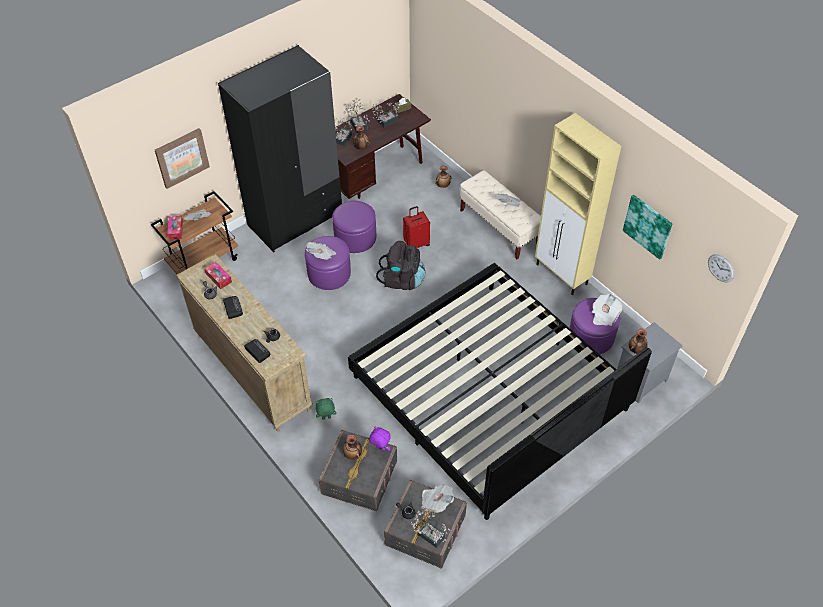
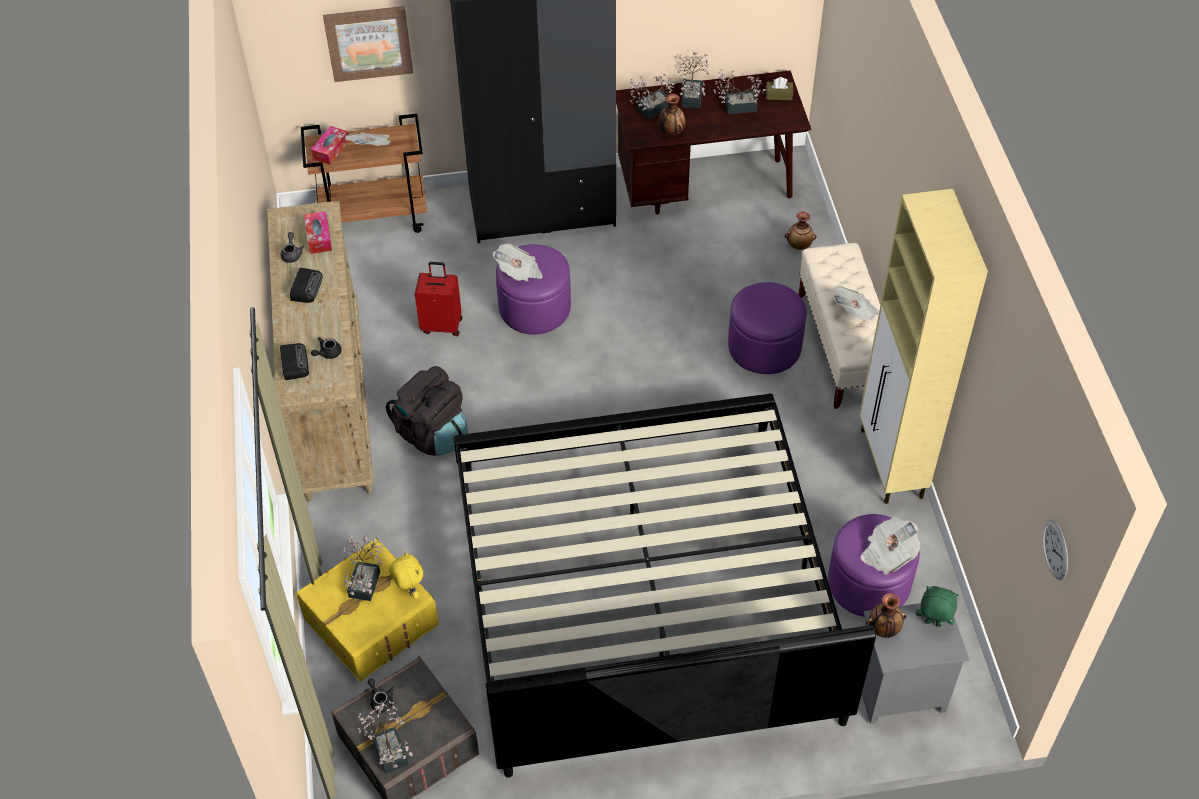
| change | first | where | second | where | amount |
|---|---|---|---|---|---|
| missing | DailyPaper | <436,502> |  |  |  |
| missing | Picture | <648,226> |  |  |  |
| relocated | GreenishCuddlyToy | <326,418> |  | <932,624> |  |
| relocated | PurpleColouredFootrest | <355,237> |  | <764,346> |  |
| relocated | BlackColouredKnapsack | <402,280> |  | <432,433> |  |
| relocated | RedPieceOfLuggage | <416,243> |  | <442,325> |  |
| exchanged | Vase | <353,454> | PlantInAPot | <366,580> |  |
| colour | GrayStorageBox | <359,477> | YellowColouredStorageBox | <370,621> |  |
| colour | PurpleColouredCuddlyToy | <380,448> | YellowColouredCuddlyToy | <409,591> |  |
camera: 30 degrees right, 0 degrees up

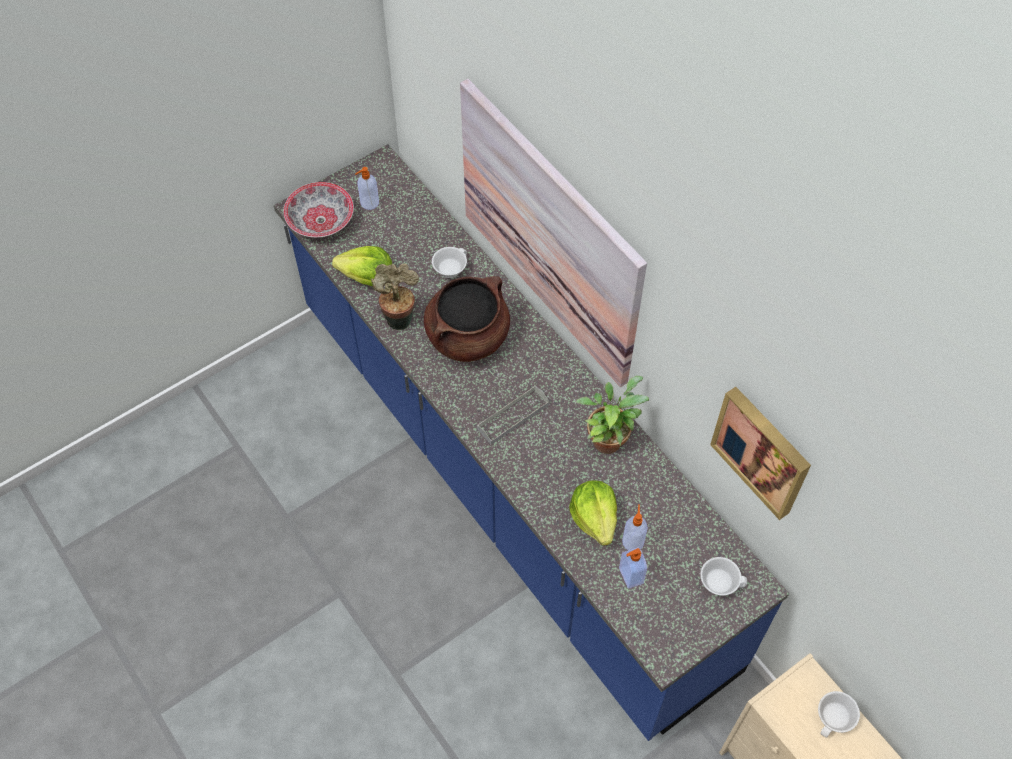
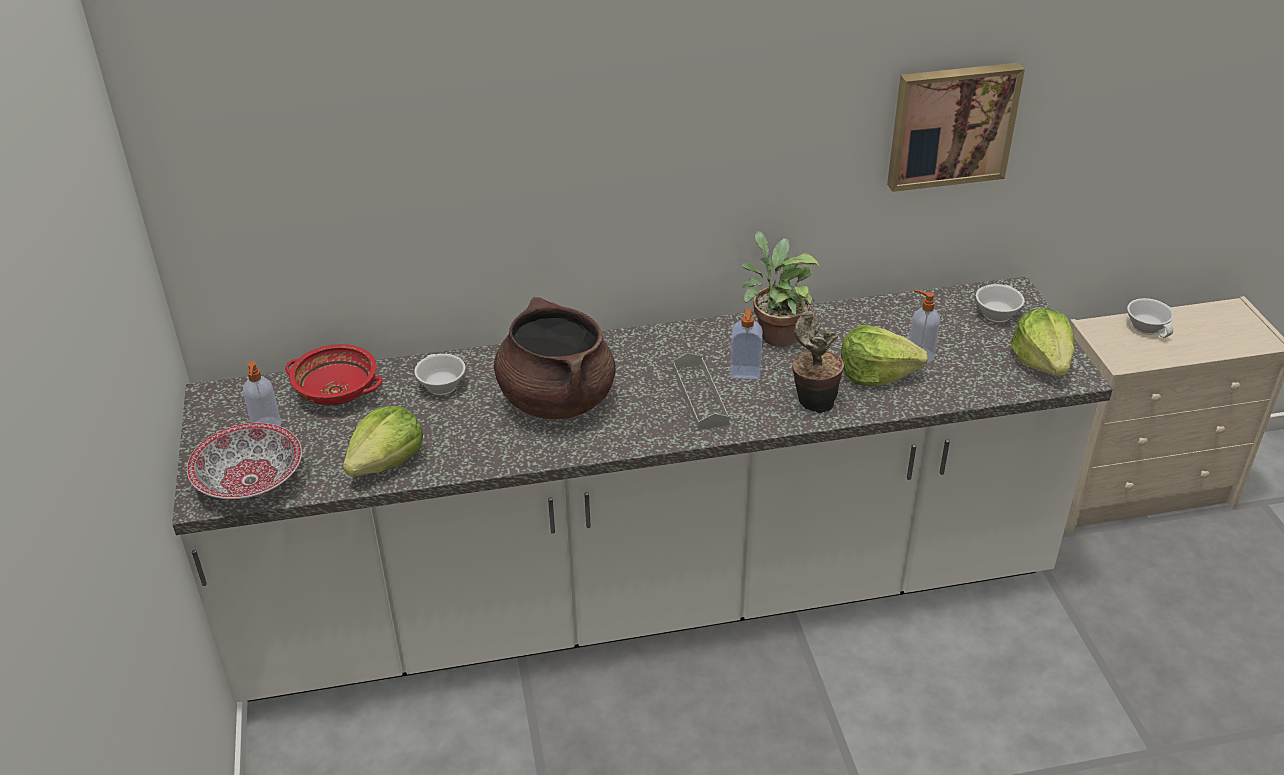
| change | first | where | second | where | amount |
|---|---|---|---|---|---|
| missing | Picture | <550,234> |  |  |  |
| appeared |  |  | RedBowl | <338,391> |  |
| appeared |  |  | LettuceHead | <1042,361> |  |
| relocated | PlantInAPot | <398,317> |  | <812,402> |  |
| relocated | SoapDispenser | <630,576> |  | <745,373> |  |
| colour | BlueKitchenBaseUnit | <506,480> | WhiteKitchenBaseUnit | <644,597> |  |
camera: 65 degrees left, 20 degrees down

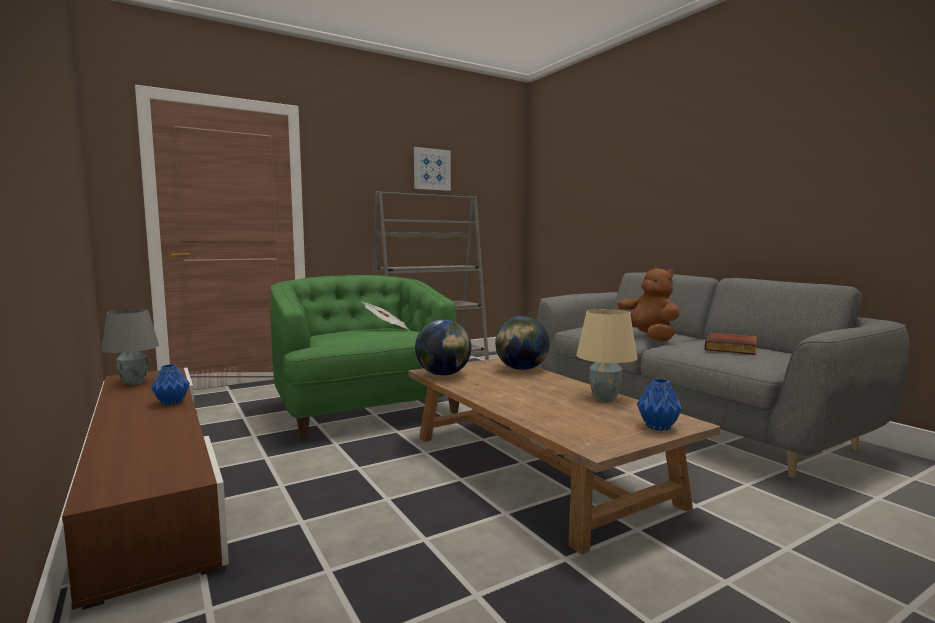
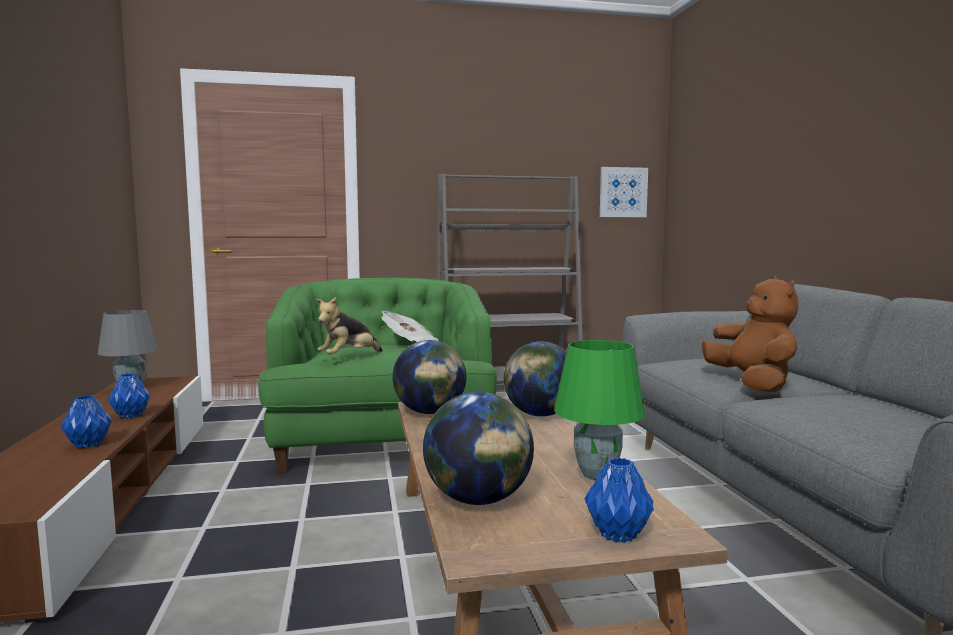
| change | first | where | second | where | amount |
|---|---|---|---|---|---|
| missing | BoundBook | <732,347> |  |  |  |
| appeared |  |  | BlueVase | <87,444> |  |
| appeared |  |  | CuddlyToy | <349,357> |  |
| appeared |  |  | Globe | <479,500> |  |
| relocated | Picture | <432,169> |  | <623,192> |  |
| colour | SandColouredLampForATable | <604,399> | GreenishLampForATable | <596,475> |  |
camera: 20 degrees right, 0 degrees up

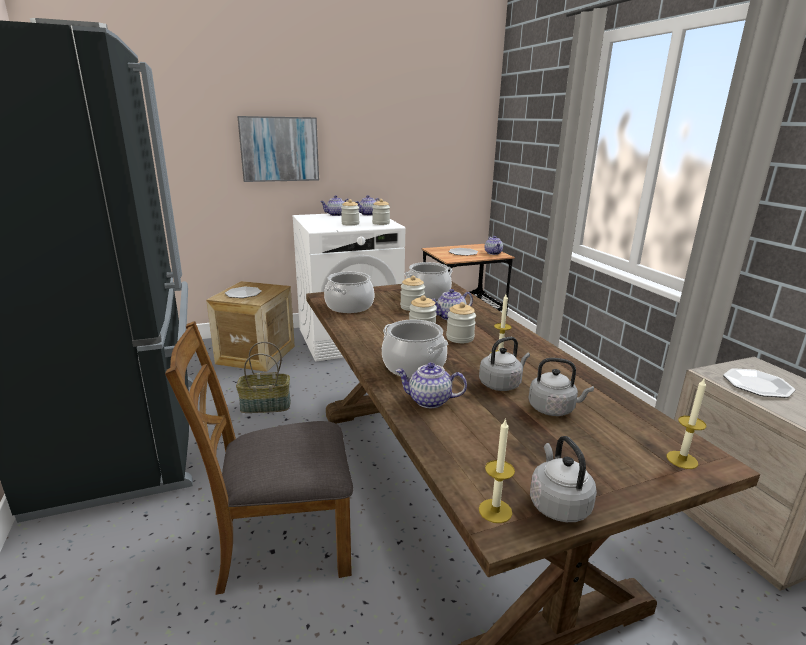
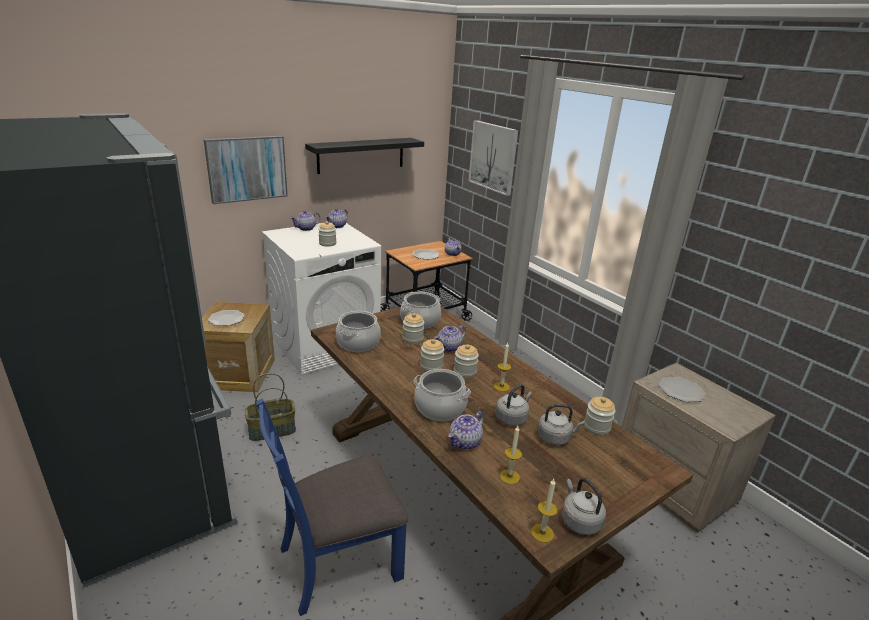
| change | first | where | second | where | amount |
|---|---|---|---|---|---|
| appeared |  |  | BlackColouredBracketShelf | <361,155> |  |
| appeared |  |  | Picture | <493,157> |  |
| relocated | StorageJar | <381,223> |  | <596,427> |  |
| relocated | WaxLight | <682,460> |  | <509,476> |  |
| colour | BrownUprightChair | <282,543> | BlueUprightChair | <338,562> |  |
| spun | Teapot | <429,401> |  | <465,442> | 45 degrees counterclockwise |
camera: 15 degrees left, 5 degrees up

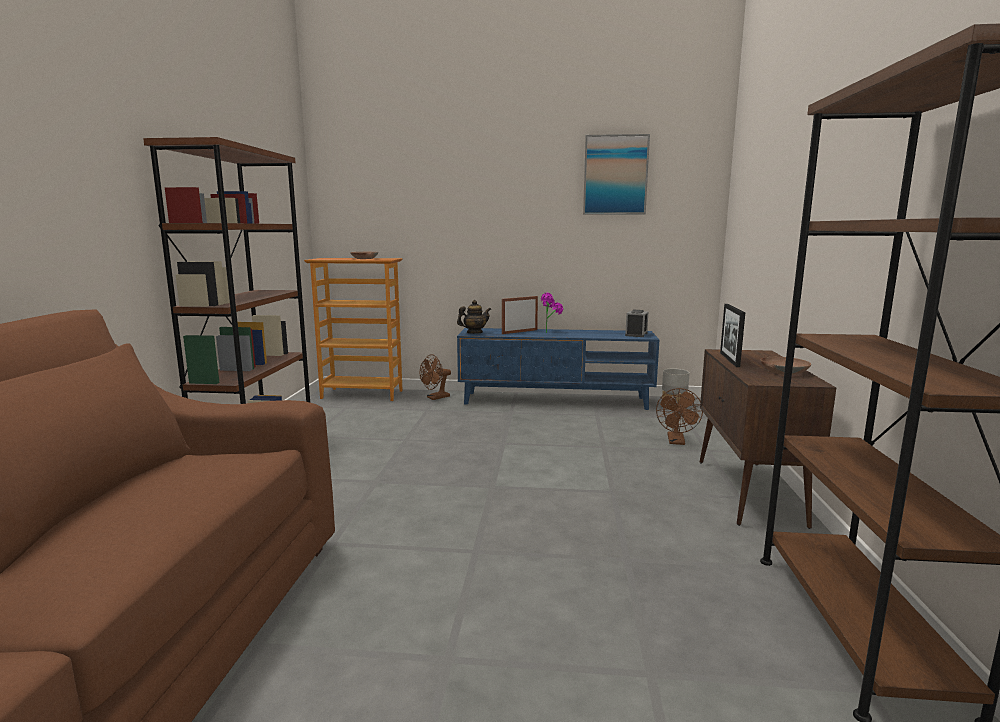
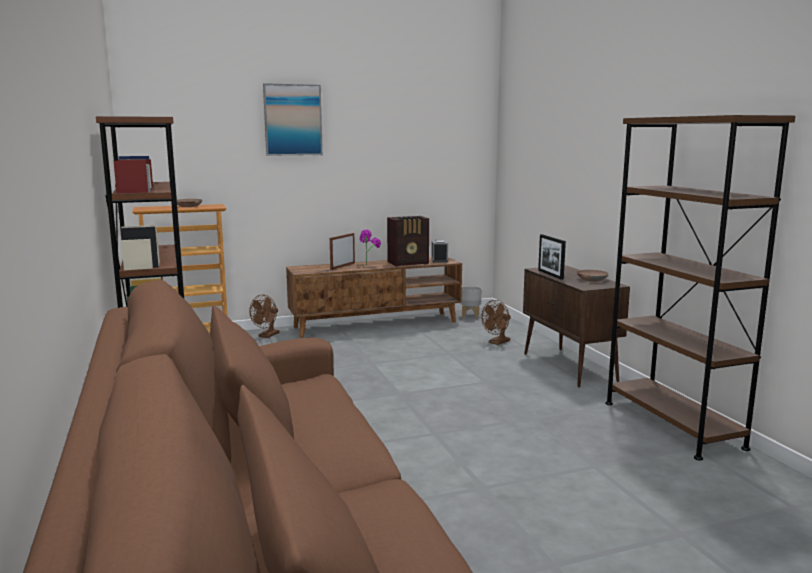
| change | first | where | second | where | amount |
|---|---|---|---|---|---|
| missing | Teapot | <474,333> |  |  |  |
| appeared |  |  | RadioSet | <409,263> |  |
| relocated | Picture | <615,175> |  | <293,120> |  |
| colour | BlueTvStand | <555,400> | BrownTvStand | <376,324> |  |
| spun | BrownFan | <676,442> |  | <497,342> | 60 degrees clockwise |
camera: 25 degrees left, 0 degrees up

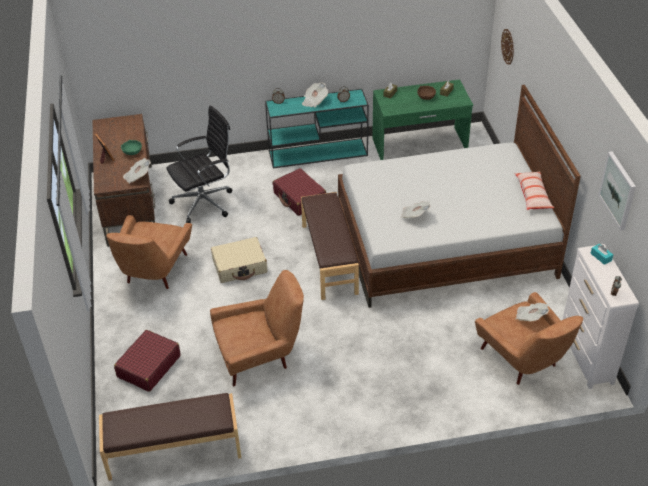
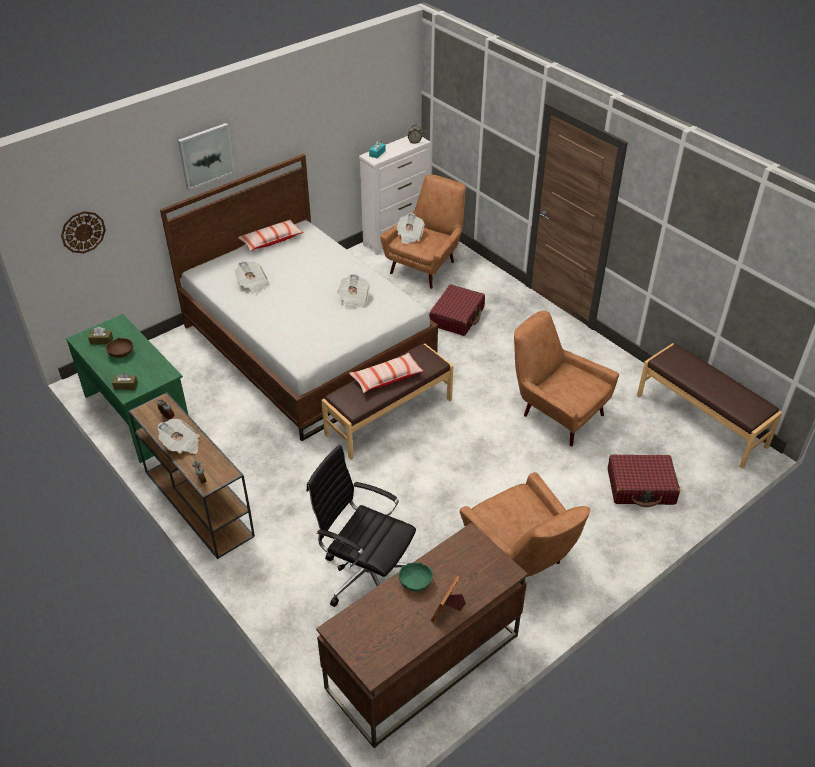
| change | first | where | second | where | amount |
|---|---|---|---|---|---|
| missing | SandColouredPieceOfLuggage | <240,266> |  |  |  |
| appeared |  |  | Pillow | <386,378> |  |
| relocated | DailyPaper | <137,177> |  | <252,284> |  |
| relocated | RedPieceOfLuggage | <299,198> |  | <457,317> |  |
| relocated | Picture | <618,190> |  | <206,156> |  |
| colour | TurquoiseColouredHallTable | <319,153> | BrownHallTable | <197,503> |  |
| spun | BrownLoungeChair | <153,273> |  | <521,557> | 75 degrees clockwise |
camera: 120 degrees left, 0 degrees up

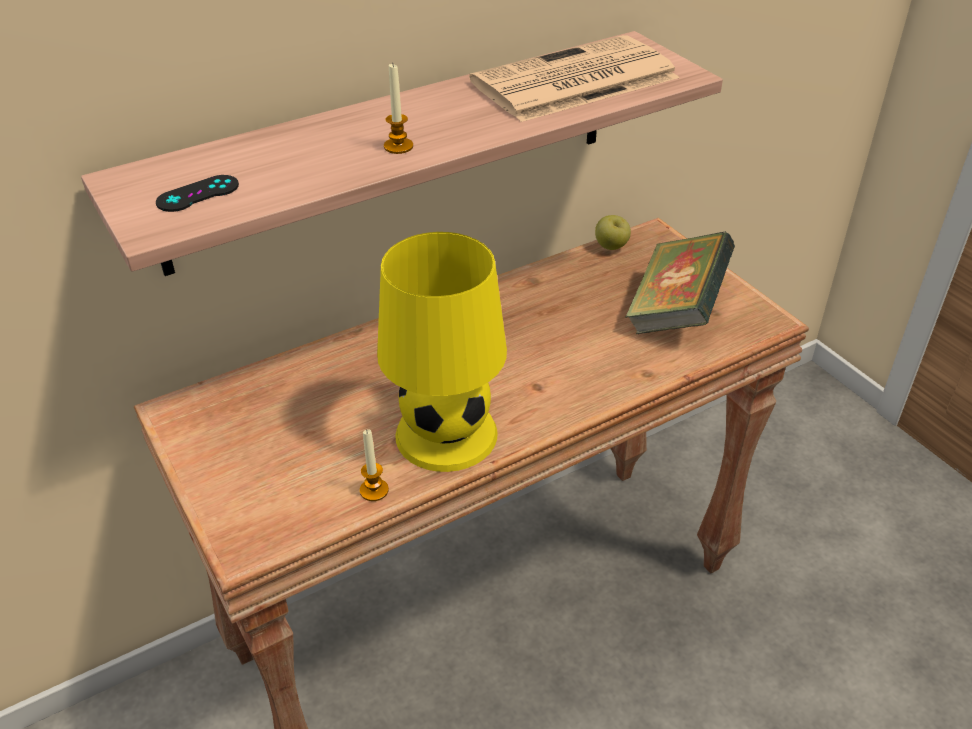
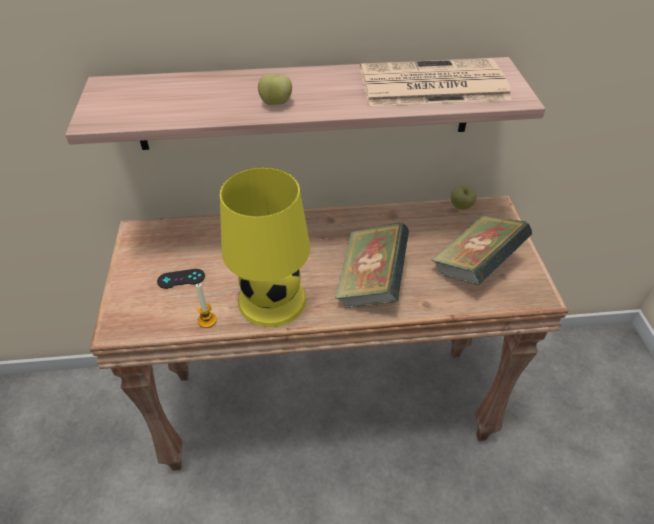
| change | first | where | second | where | amount |
|---|---|---|---|---|---|
| appeared |  |  | BoundBook | <371,284> |  |
| relocated | BlackColouredJoypad | <198,194> |  | <181,279> |  |
| exchanged | WaxLight | <398,146> | Apple | <276,104> |  |
camera: 25 degrees right, 5 degrees up

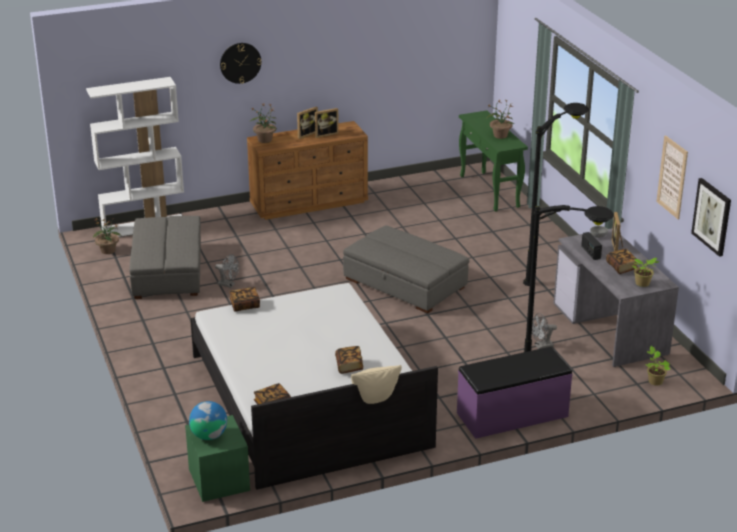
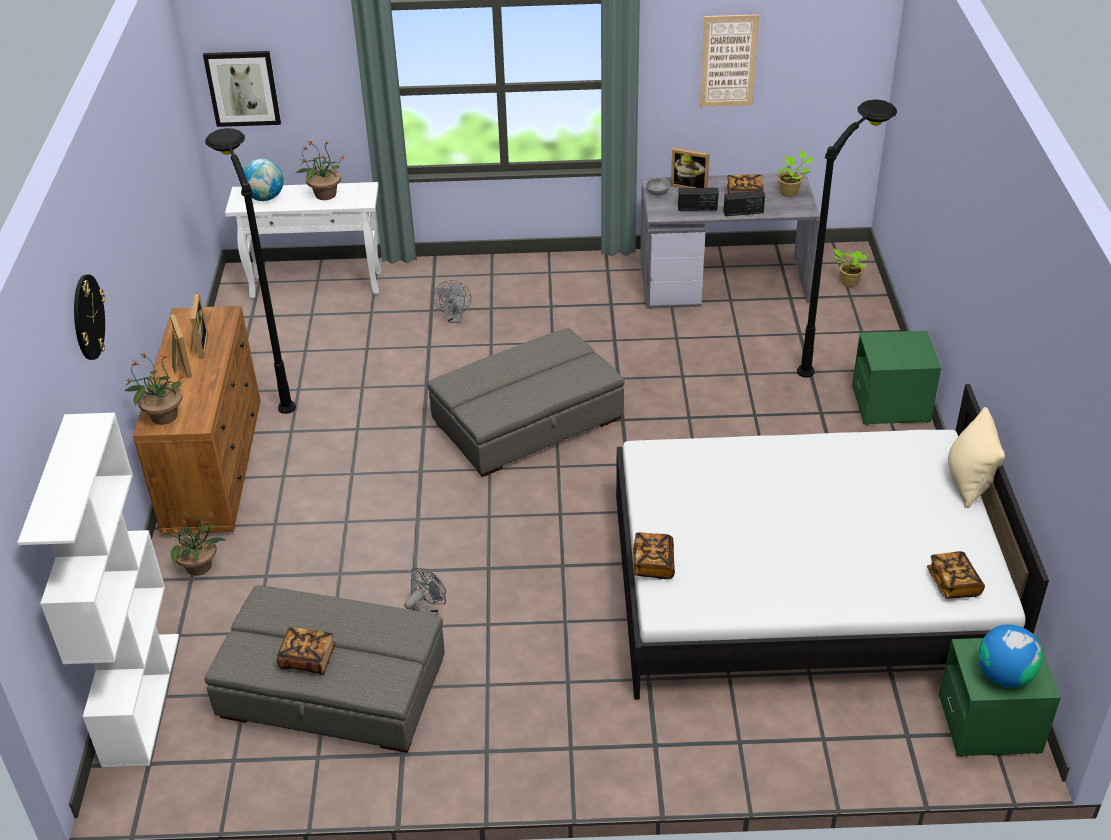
| change | first | where | second | where | amount |
|---|---|---|---|---|---|
| appeared |  |  | Globe | <265,198> |  |
| appeared |  |  | RadioSet | <743,212> |  |
| relocated | PlantInAPot | <108,251> |  | <199,566> |  |
| relocated | BoundBook | <349,366> |  | <308,659> |  |
| relocated | BlackColouredStandingLamp | <553,271> |  | <273,376> |  |
| relocated | GrayFan | <541,346> |  | <455,319> |  |
| relocated | Picture | <712,216> |  | <243,88> |  |
| exchanged | PurpleColouredBench | <512,415> | GreenishBedsideTable | <890,405> |  |
| colour | GreenishHallTable | <490,191> | WhiteHallTable | <317,285> |  |
camera: 70 degrees left, 10 degrees up

